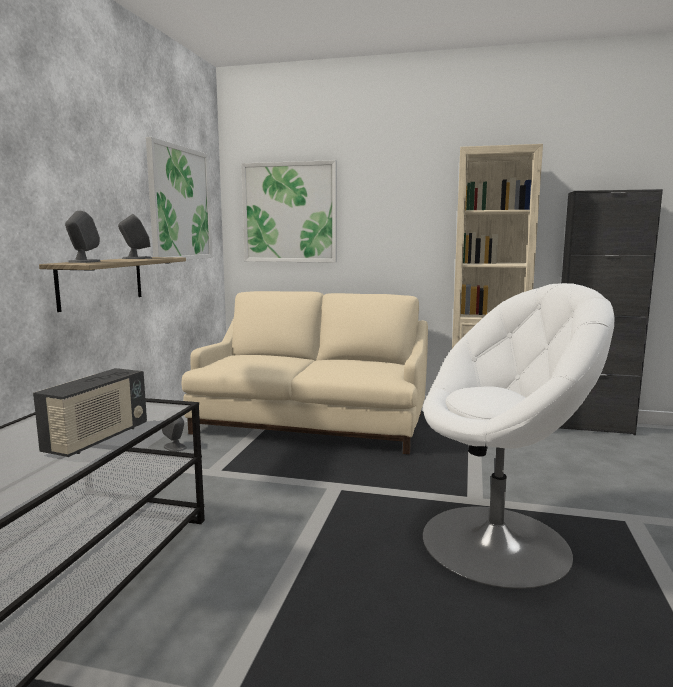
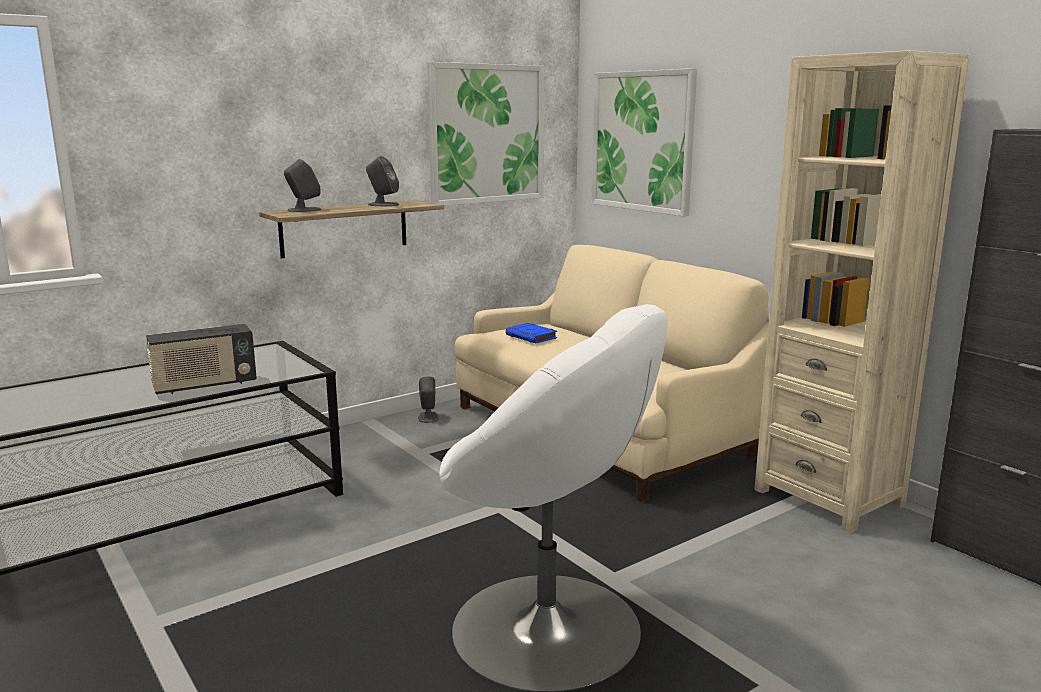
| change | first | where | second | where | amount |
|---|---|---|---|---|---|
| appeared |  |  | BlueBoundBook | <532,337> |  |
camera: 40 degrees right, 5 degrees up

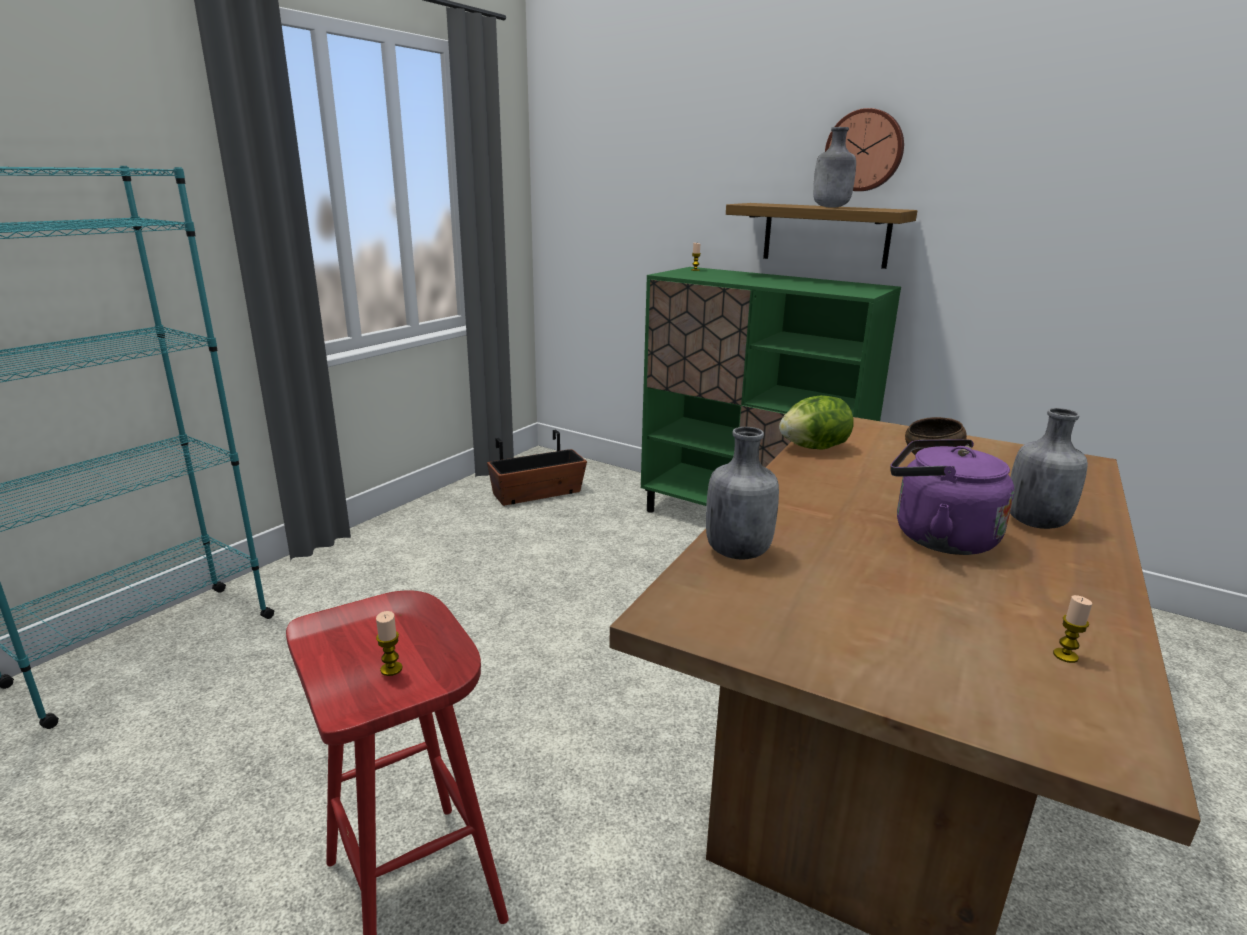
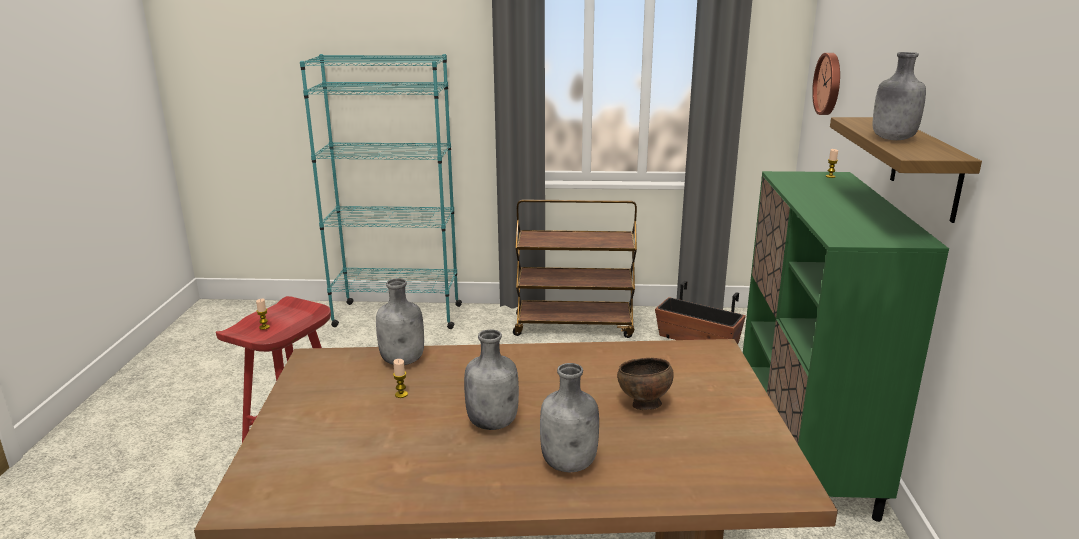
| change | first | where | second | where | amount |
|---|---|---|---|---|---|
| missing | LettuceHead | <814,448> |  |  |  |
| appeared |  |  | BrownWheeledCart | <574,325> |  |
| relocated | HangingClock | <864,150> |  | <829,84> |  |
| relocated | WaxLight | <1065,656> |  | <401,394> |  |
| exchanged | PurpleColouredKettle | <937,537> | GrayBeverageBottle | <493,422> |  |
camera: 60 degrees right, 0 degrees up

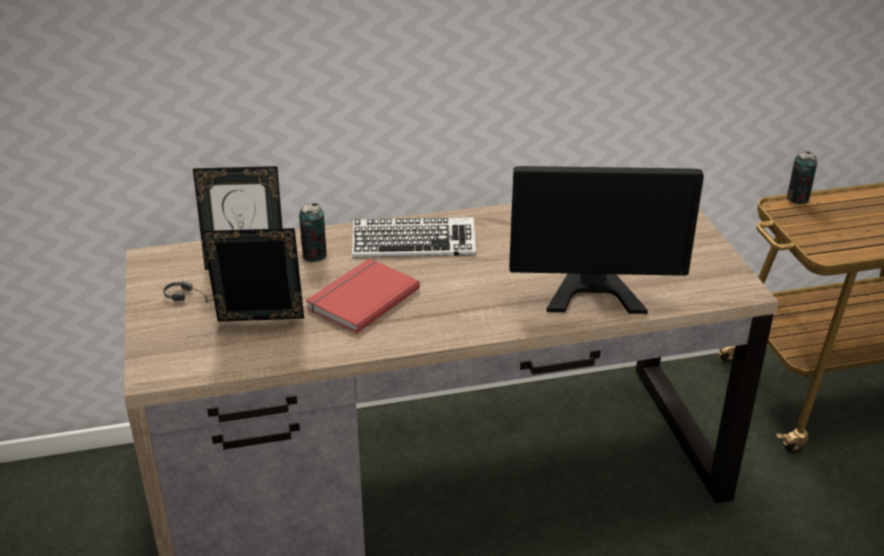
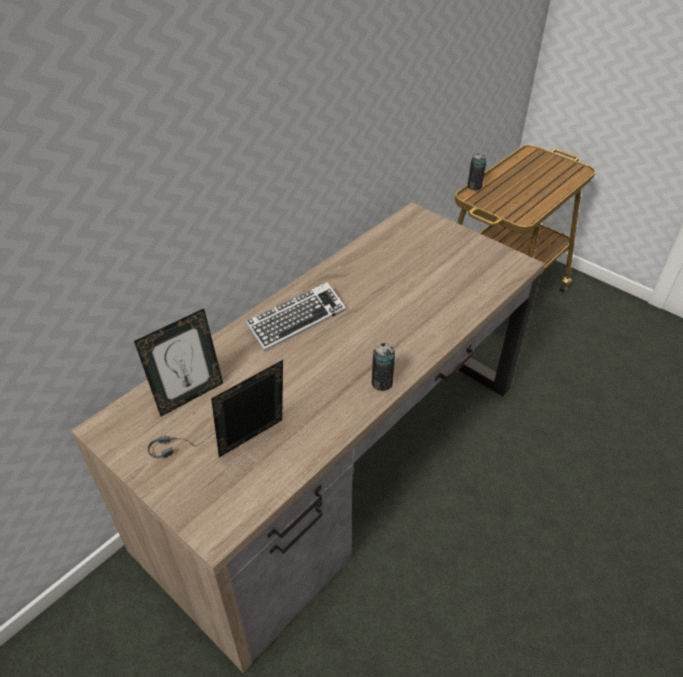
| change | first | where | second | where | amount |
|---|---|---|---|---|---|
| missing | RedBoundBook | <360,298> |  |  |  |
| missing | Monitor | <592,278> |  |  |  |
| relocated | Can | <314,256> |  | <382,383> |  |
camera: 35 degrees left, 10 degrees up

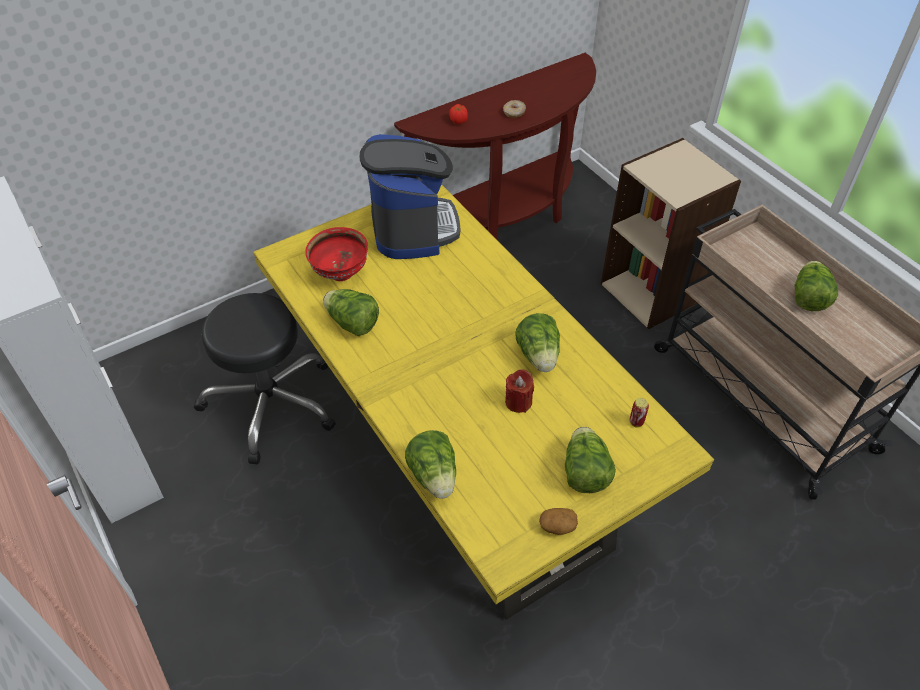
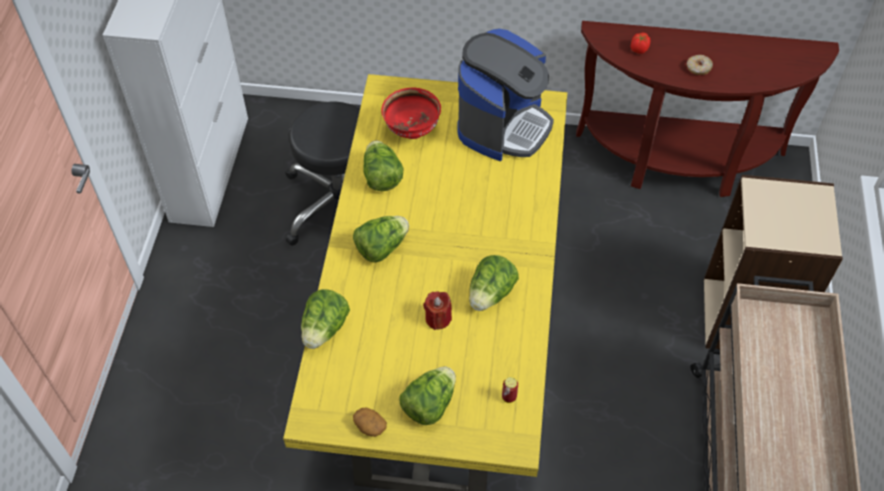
| change | first | where | second | where | amount |
|---|---|---|---|---|---|
| relocated | LettuceHead | <808,298> |  | <381,247> |  |
camera: 40 degrees right, 5 degrees up

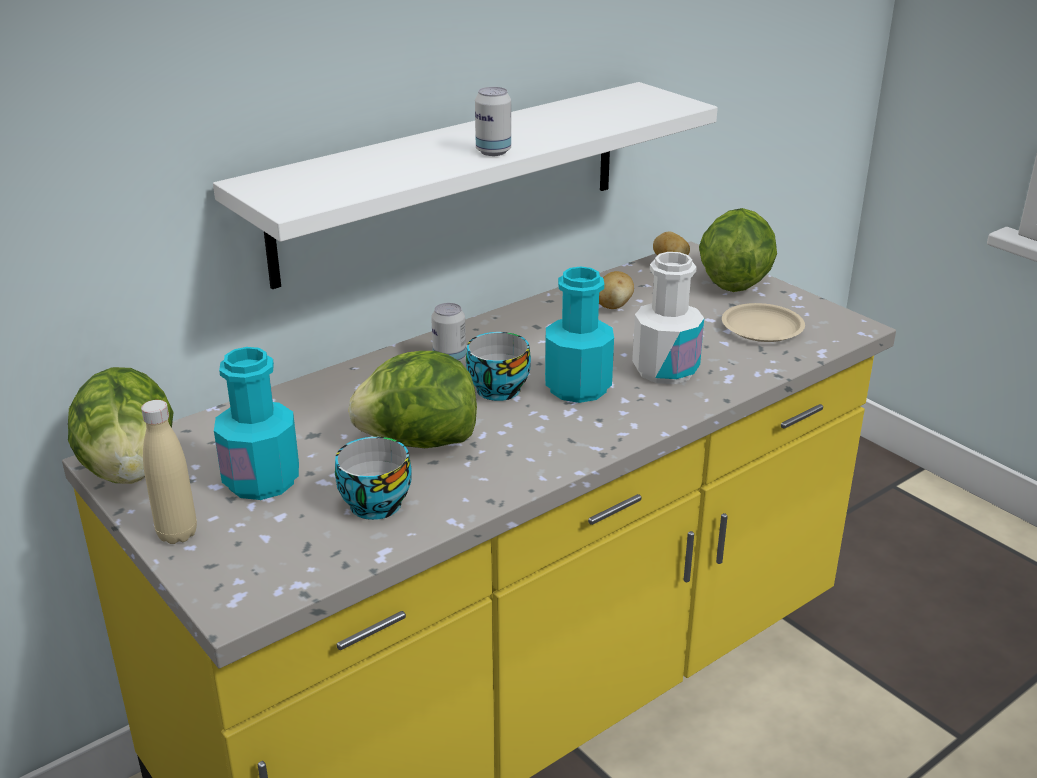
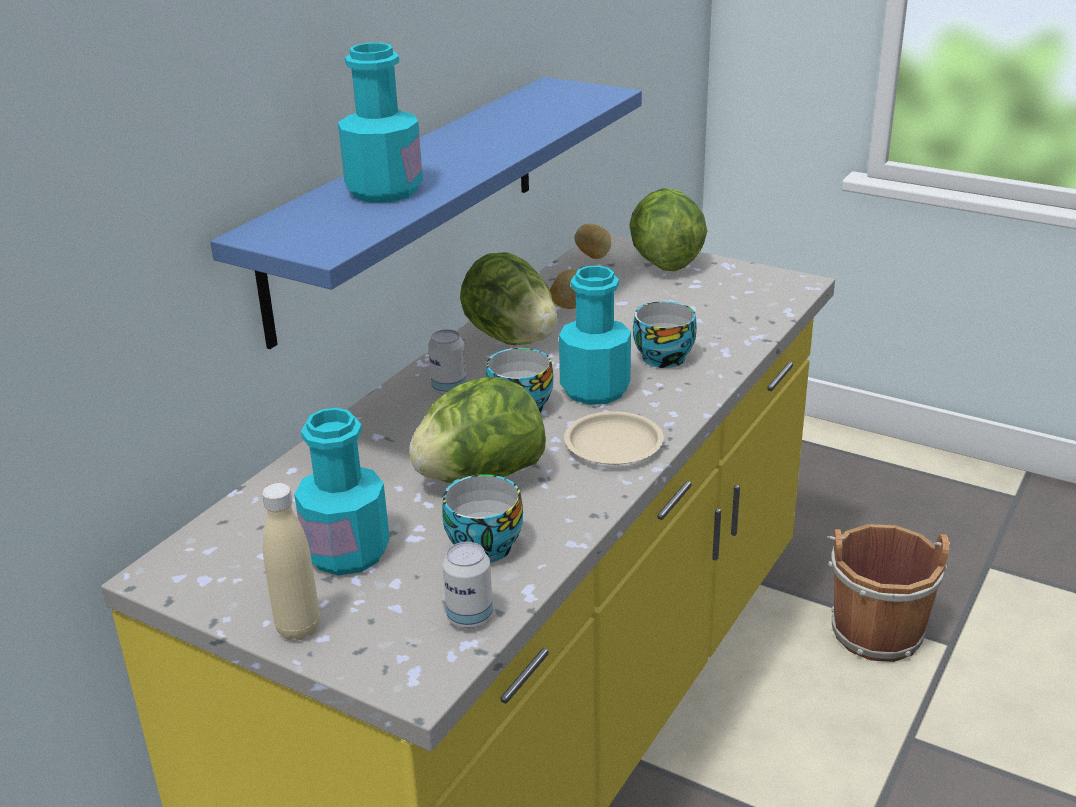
| change | first | where | second | where | amount |
|---|---|---|---|---|---|
| appeared |  |  | TurquoiseColouredBeverageBottle | <384,190> |  |
| appeared |  |  | BrownWaterBucket | <875,629> |  |
| relocated | LettuceHead | <130,469> |  | <511,338> |  |
| relocated | Can | <493,152> |  | <470,617> |  |
| relocated | SandColouredDinnerPlate | <763,328> |  | <614,445> |  |
| exchanged | WhiteBeverageBottle | <665,370> | DrinkingCup | <663,356> |  |
| colour | WhiteBracketShelf | <452,181> | BlueBracketShelf | <408,203> |  |
camera: 20 degrees left, 0 degrees up

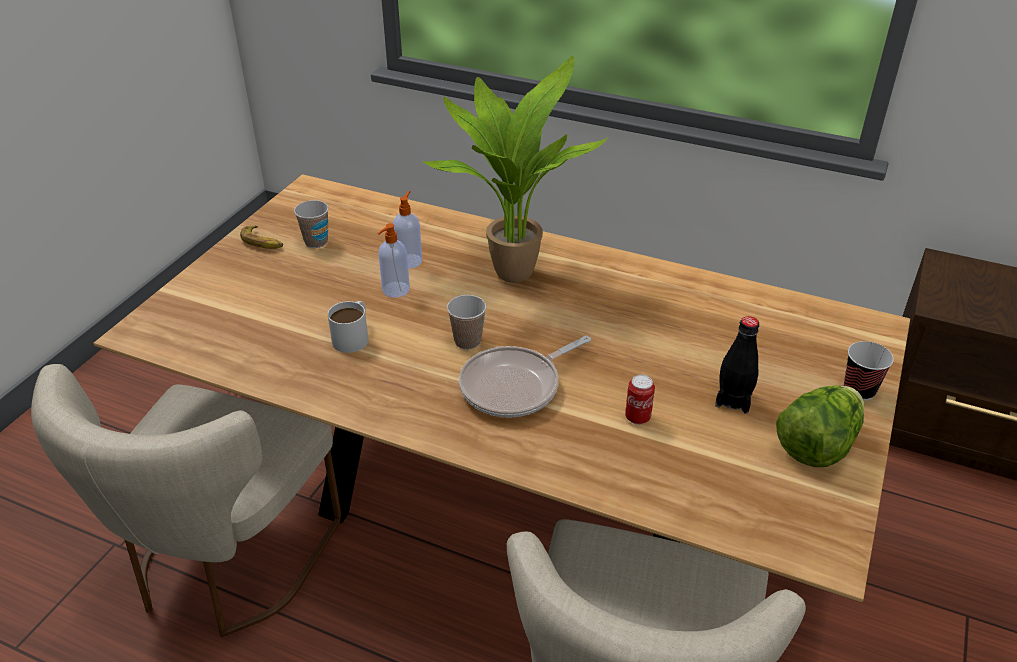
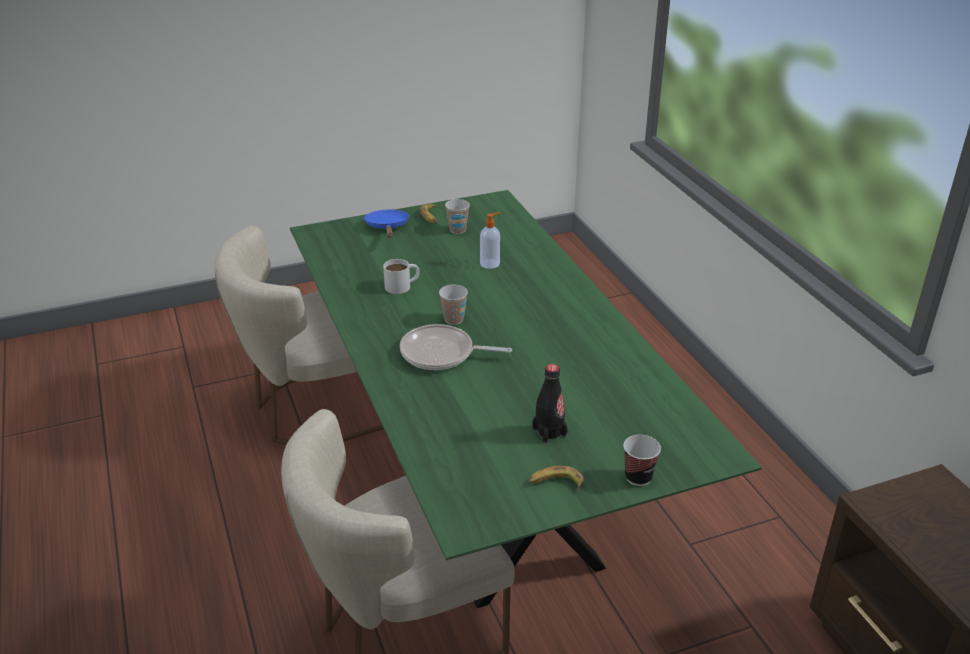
| change | first | where | second | where | amount |
|---|---|---|---|---|---|
| missing | SoapDispenser | <395,290> |  |  |  |
| missing | PlantInAPot | <510,270> |  |  |  |
| missing | Can | <637,417> |  |  |  |
| appeared |  |  | BlueSkillet | <387,227> |  |
| exchanged | LettuceHead | <817,445> | Banana | <555,483> |  |
| colour | BrownKitchenTable | <508,514> | GreenishKitchenTable | <485,484> |  |
camera: 45 degrees right, 5 degrees down

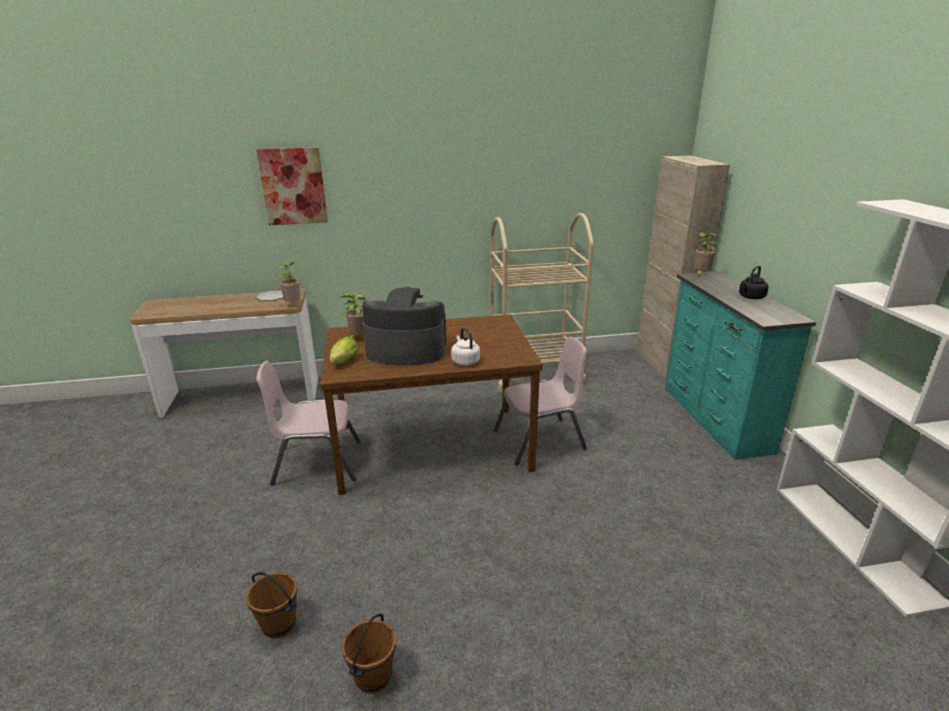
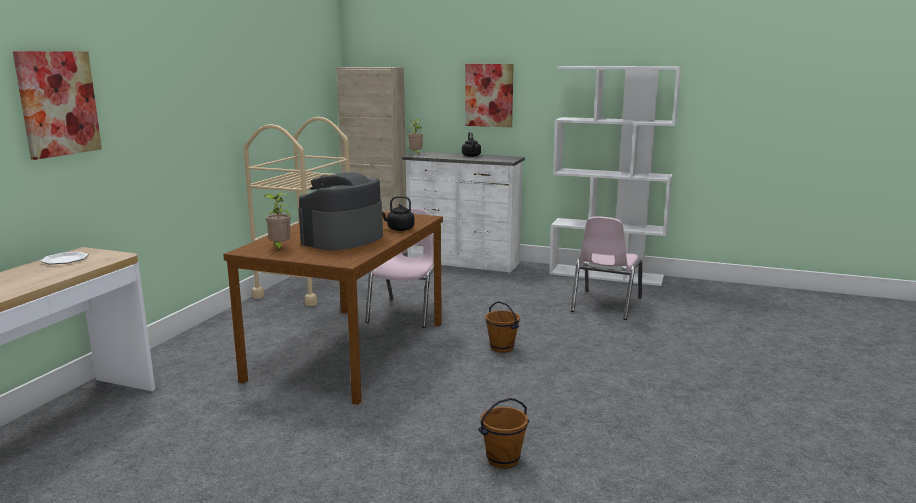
| change | first | where | second | where | amount |
|---|---|---|---|---|---|
| missing | PlantInAPot | <293,305> |  |  |  |
| missing | LettuceHead | <343,362> |  |  |  |
| appeared |  |  | Picture | <489,95> |  |
| relocated | PinkishUprightChair | <317,463> |  | <605,305> |  |
| relocated | BrownWaterBucket | <374,677> |  | <502,348> |  |
| colour | WhiteKettle | <465,361> | BlackColouredKettle | <399,229> |  |
| colour | TurquoiseColouredDrawerChest | <714,419> | WhiteDrawerChest | <463,262> |  |
camera: 60 degrees left, 10 degrees down

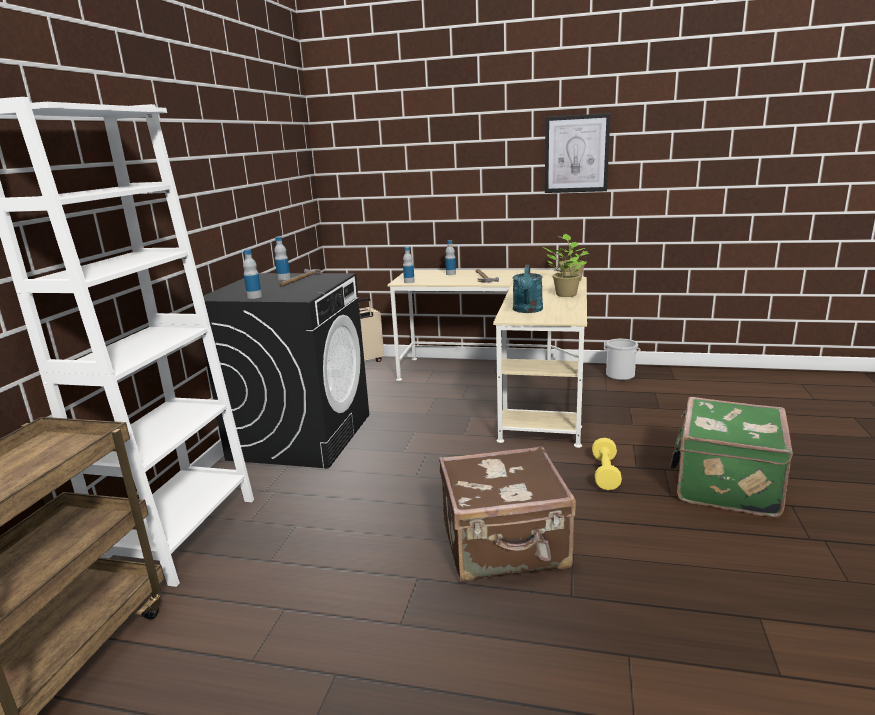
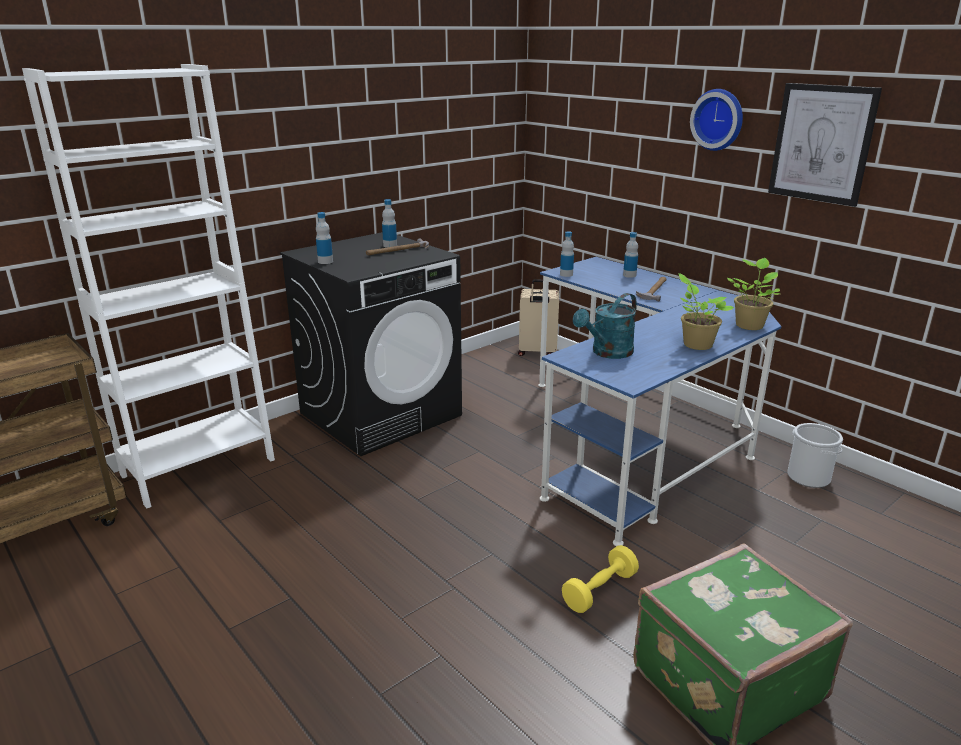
| change | first | where | second | where | amount |
|---|---|---|---|---|---|
| missing | BrownPieceOfLuggage | <505,547> |  |  |  |
| appeared |  |  | HangingClock | <718,119> |  |
| colour | SandColouredDeskTable | <506,387> | BlueDeskTable | <640,437> |  |
camera: 35 degrees right, 5 degrees up

